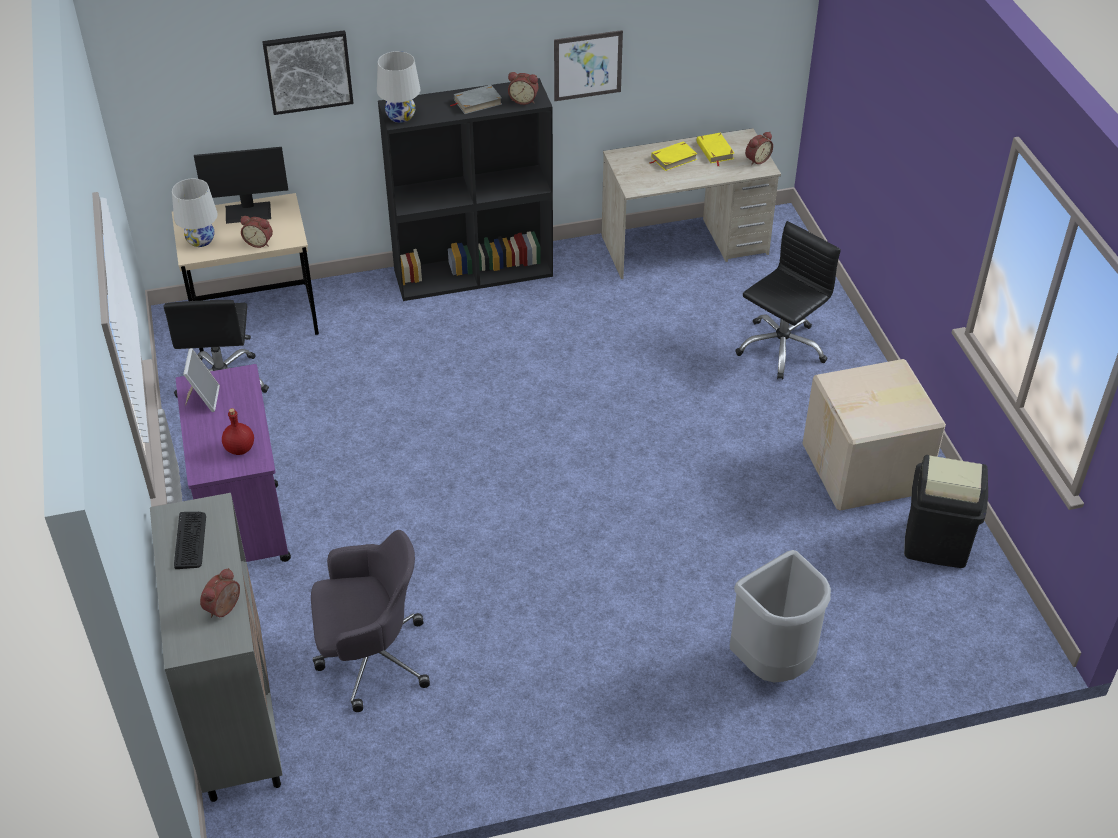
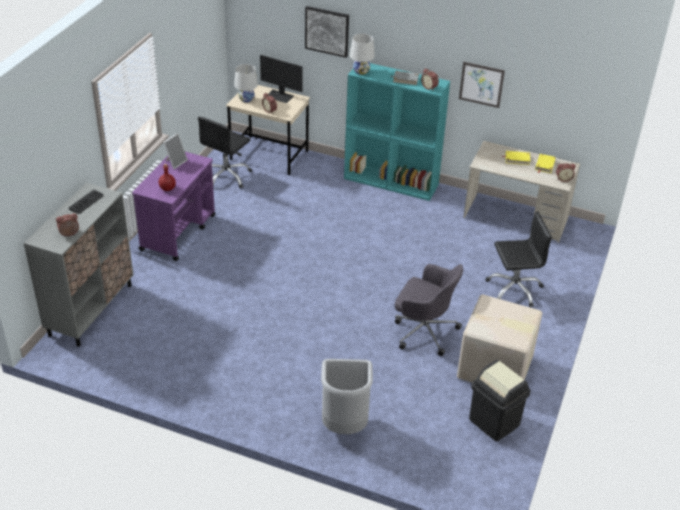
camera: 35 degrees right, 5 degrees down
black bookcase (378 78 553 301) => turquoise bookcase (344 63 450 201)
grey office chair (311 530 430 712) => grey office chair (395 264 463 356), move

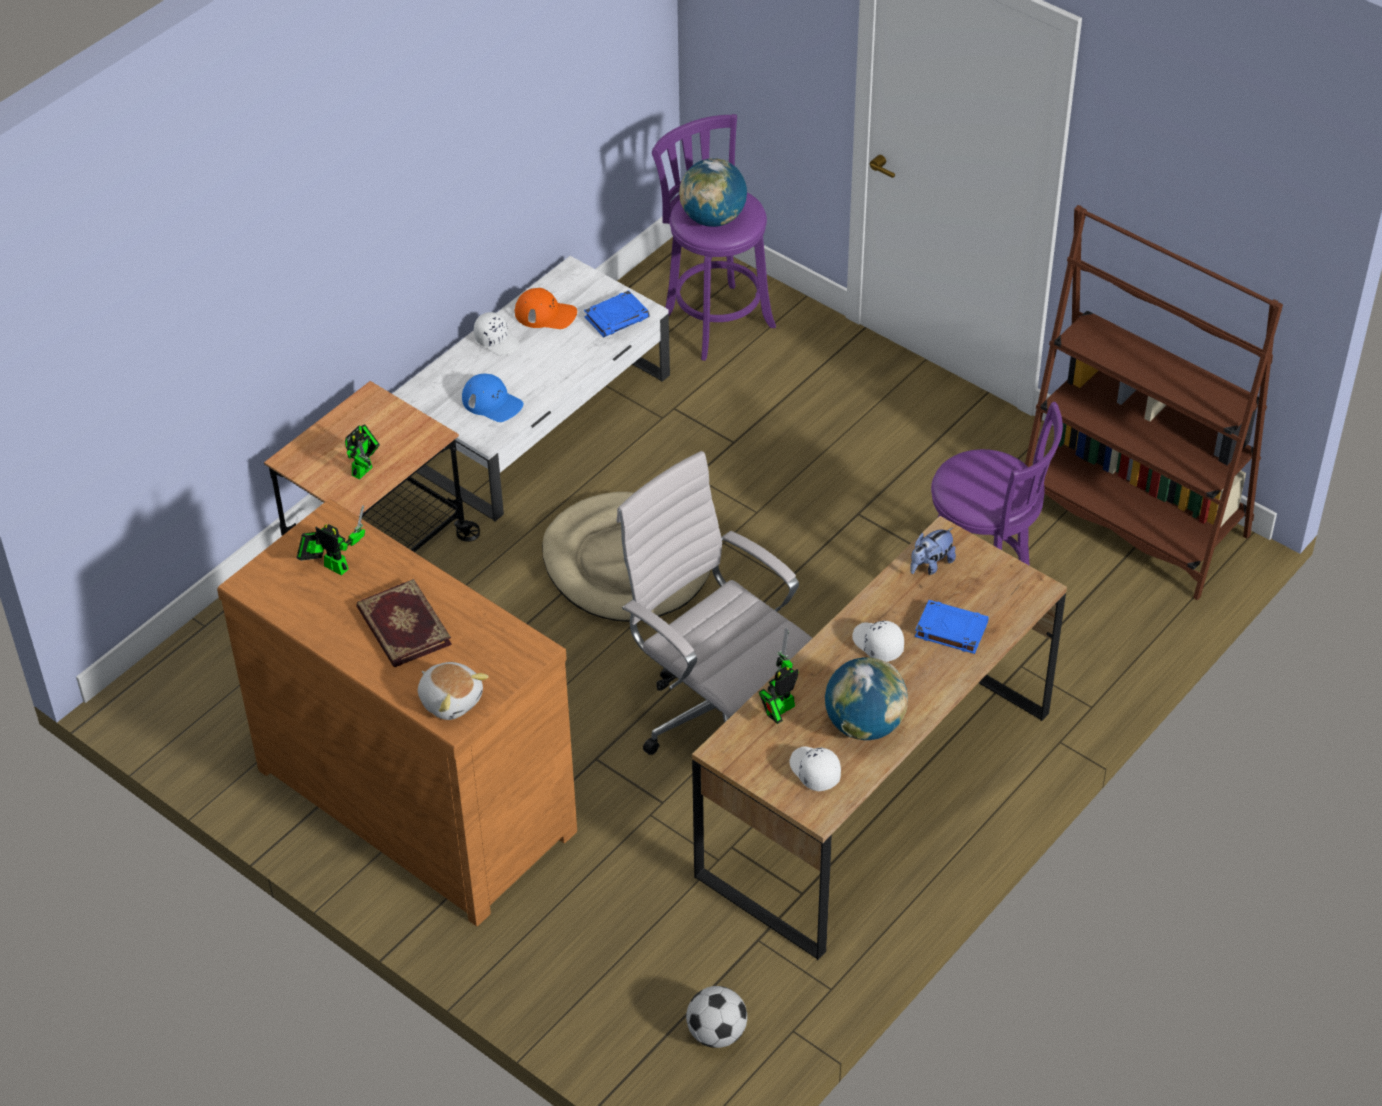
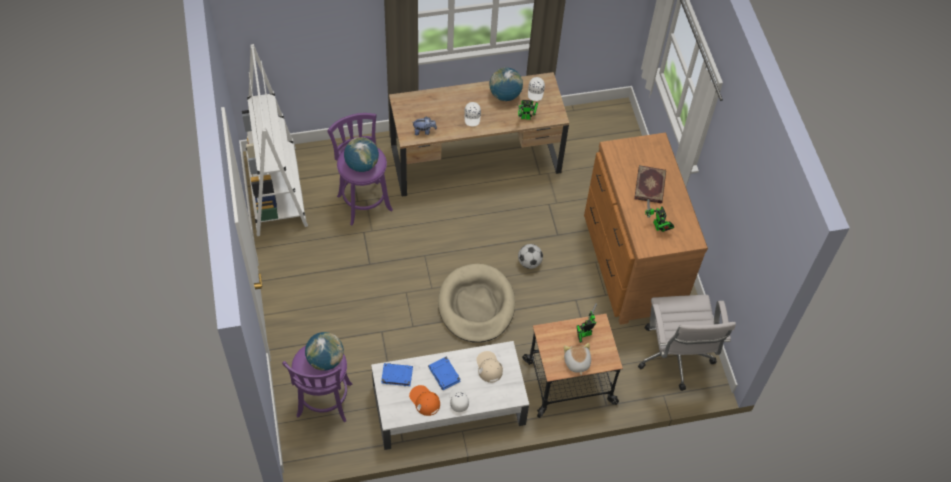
camera: 145 degrees left, 10 degrees up
brown bookcase (1025 205 1283 600) => white bookcase (242 44 308 236)
blue cap (462 373 524 422) => beige cap (476 351 503 383)
white office chair (616 451 812 755) => white office chair (638 295 736 391), move
blue book (915 600 989 654) => blue book (428 356 461 390), move
plush toy (418 662 489 720) => plush toy (564 343 591 376), move
football (686 986 747 1048) => football (518 244 543 269), move
nothing => globe (344 137 379 172)

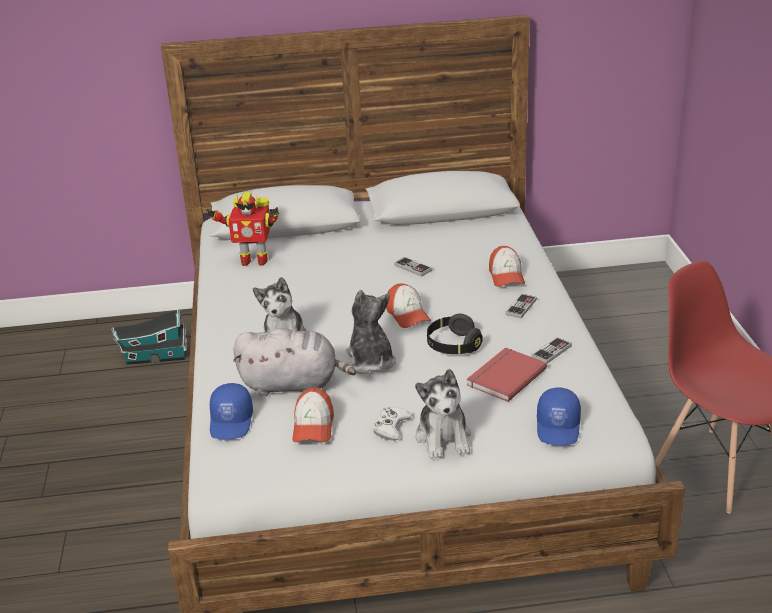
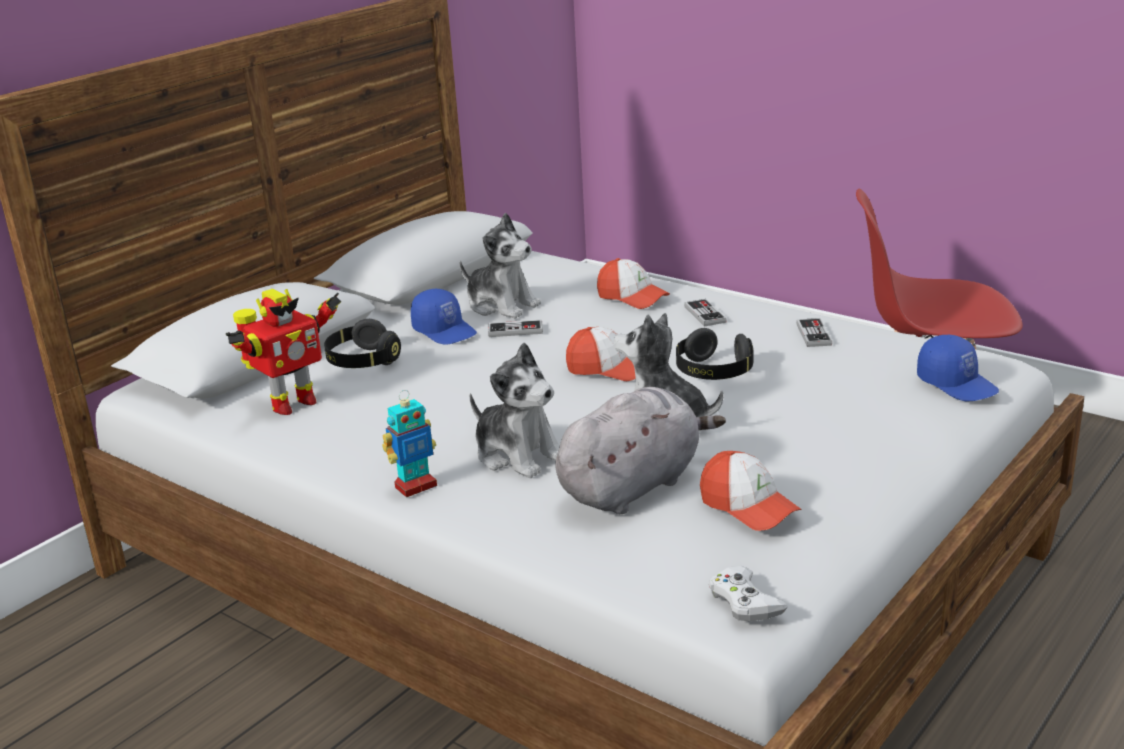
camera: 45 degrees left, 5 degrees down
toy house (111 309 187 365) => nothing
red book (466 347 547 402) => nothing
plush toy (415 369 471 459) => plush toy (459 213 541 319), move
blue cap (210 383 253 440) => blue cap (411 289 477 345), move
white game controller (372 407 412 441) => white game controller (709 566 788 621), move
nothing => black headphones (324 319 401 368)
nothing => toy robot (382 390 437 497)

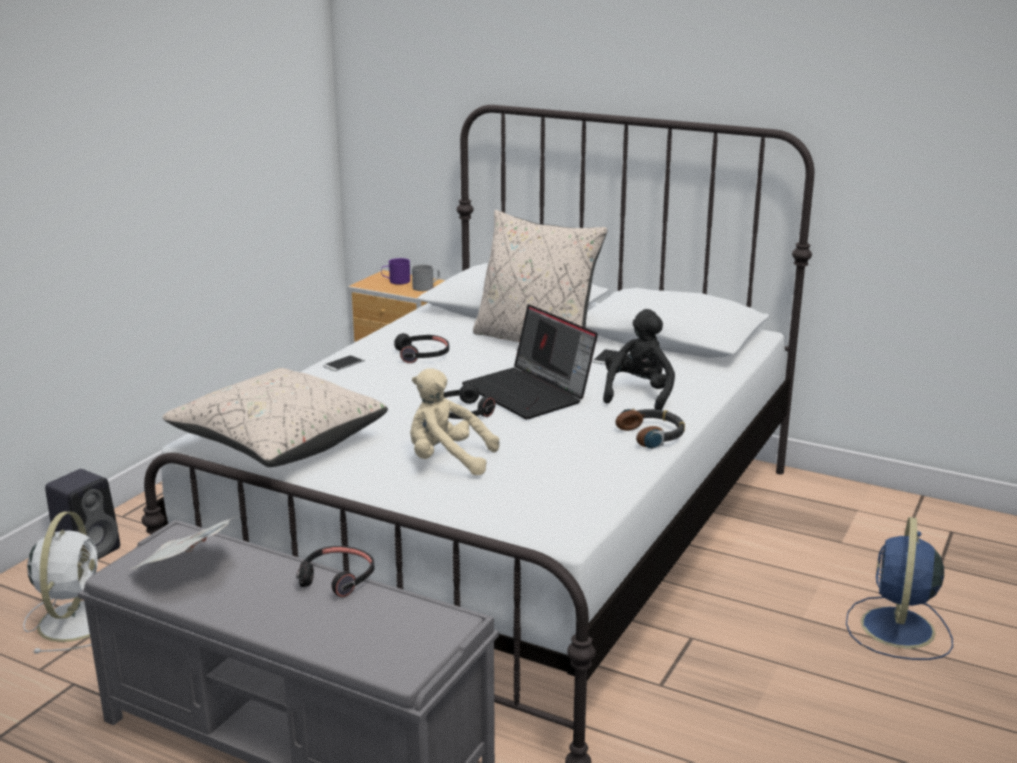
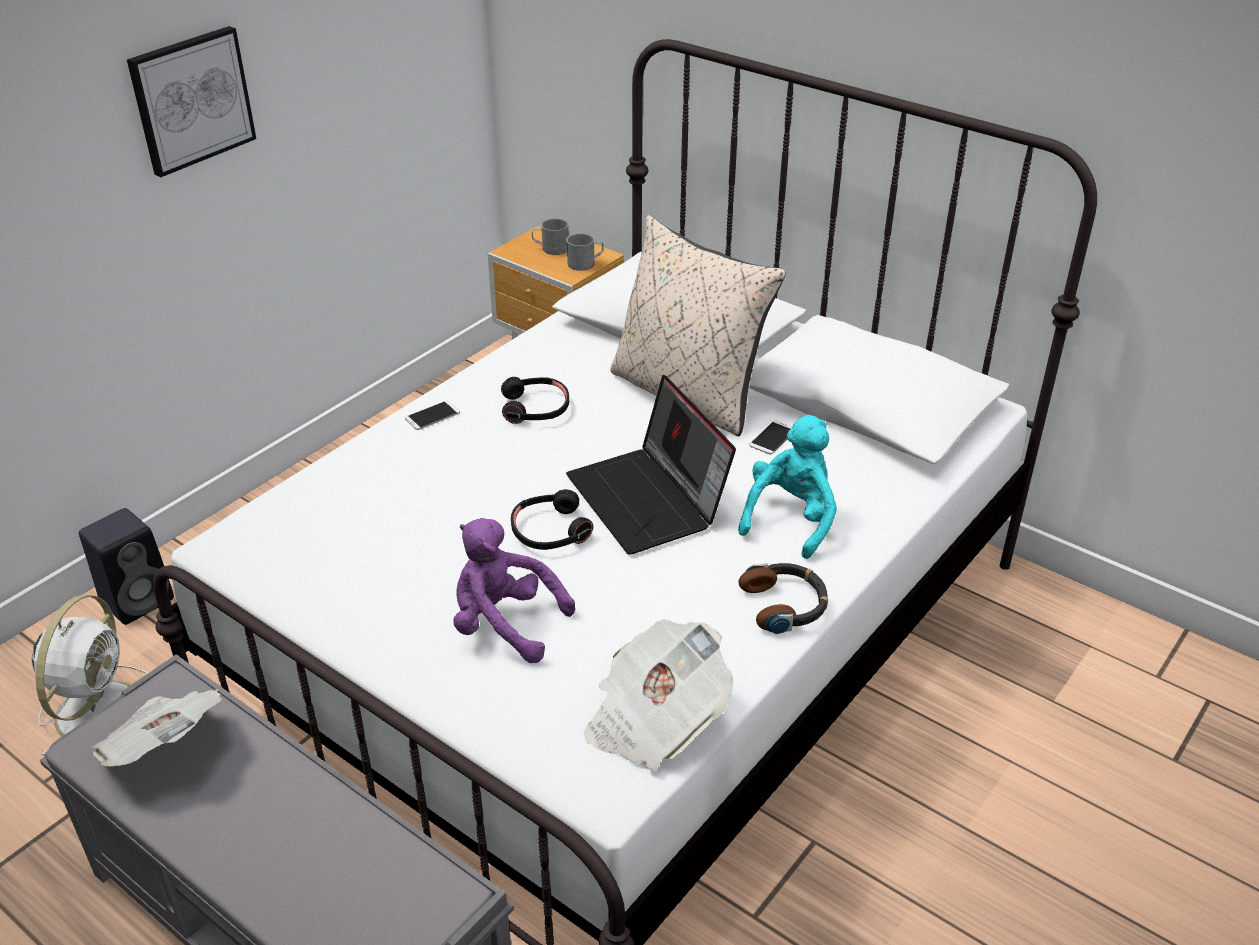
camera: 10 degrees right, 15 degrees up
purple mug (381 258 410 285) => grey mug (532 218 569 255)
black plush toy (603 309 675 410) => turquoise plush toy (738 415 837 559)
beige pillow (162 368 388 467) => nothing
beige plush toy (410 368 499 475) => purple plush toy (453 518 575 663)
blue fan (846 517 953 660) => nothing
black headphones (296 546 374 597) => nothing
nothing => picture (127 26 256 177)
nothing => newspaper (584 619 733 771)

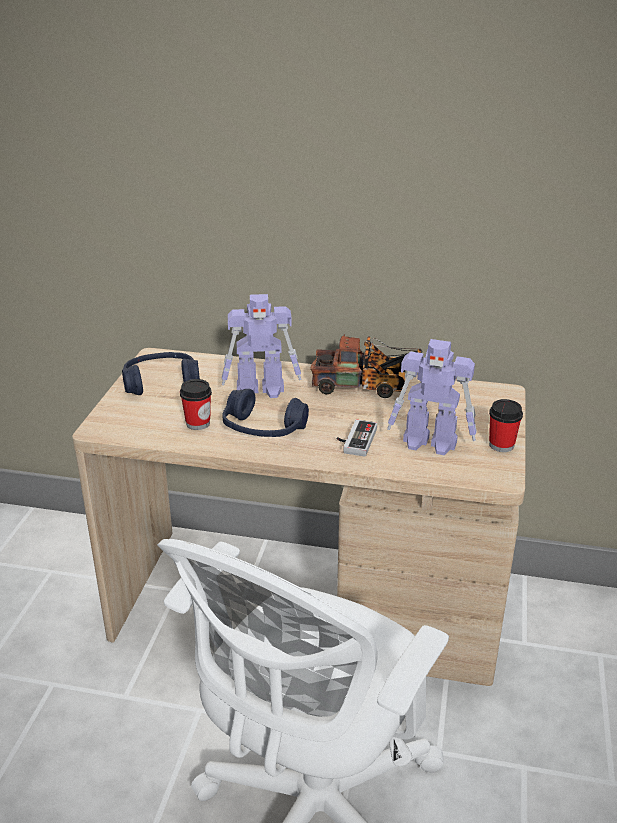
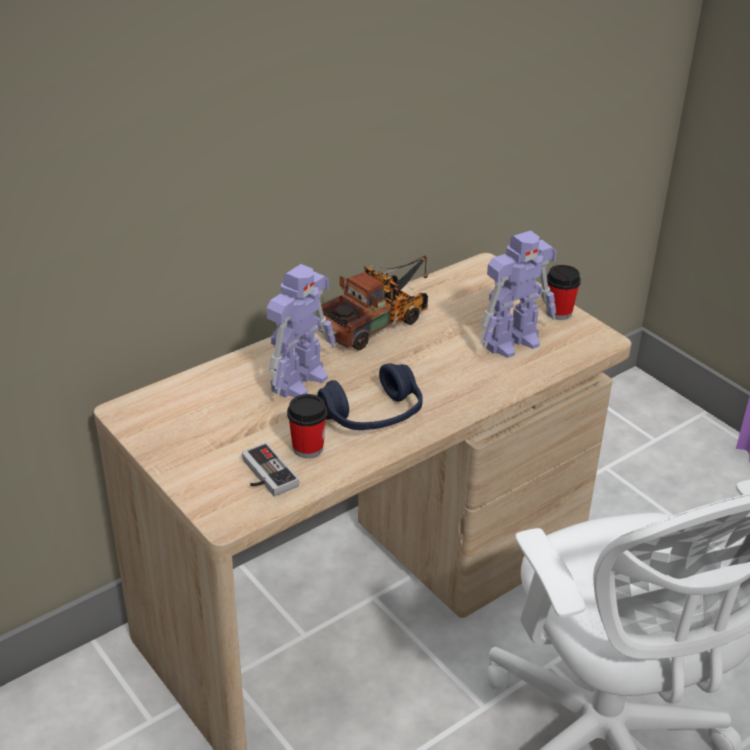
camera: 50 degrees left, 5 degrees up
blue headphones (122 352 200 395) => nothing
game controller (337 419 377 457) => game controller (242 443 299 497), move

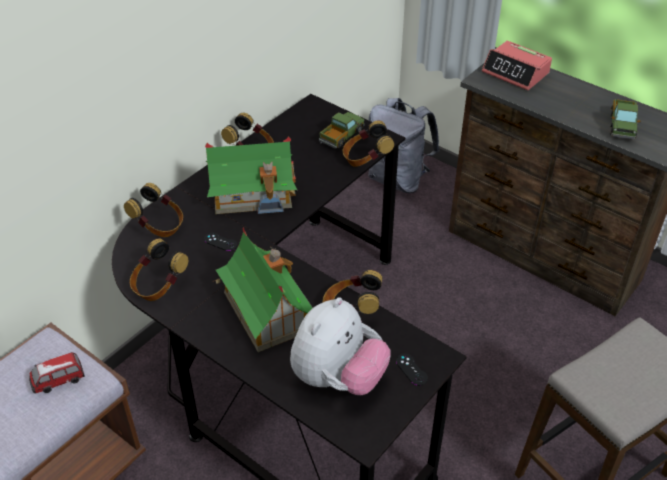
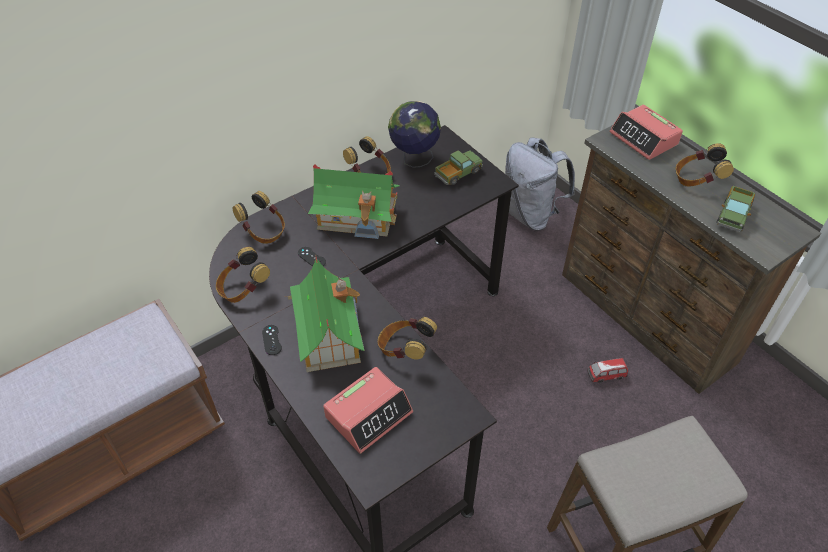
camera: 15 degrees right, 5 degrees up
headphones (343 120 394 167) => headphones (675 143 734 187), move
plush toy (290 297 391 395) => alarm clock (323 367 413 454)
toy car (29 352 85 393) => toy car (587 358 628 383), move
black game controller (396 353 428 386) => black game controller (262 325 282 355), move
nothing => globe (388 101 441 168)

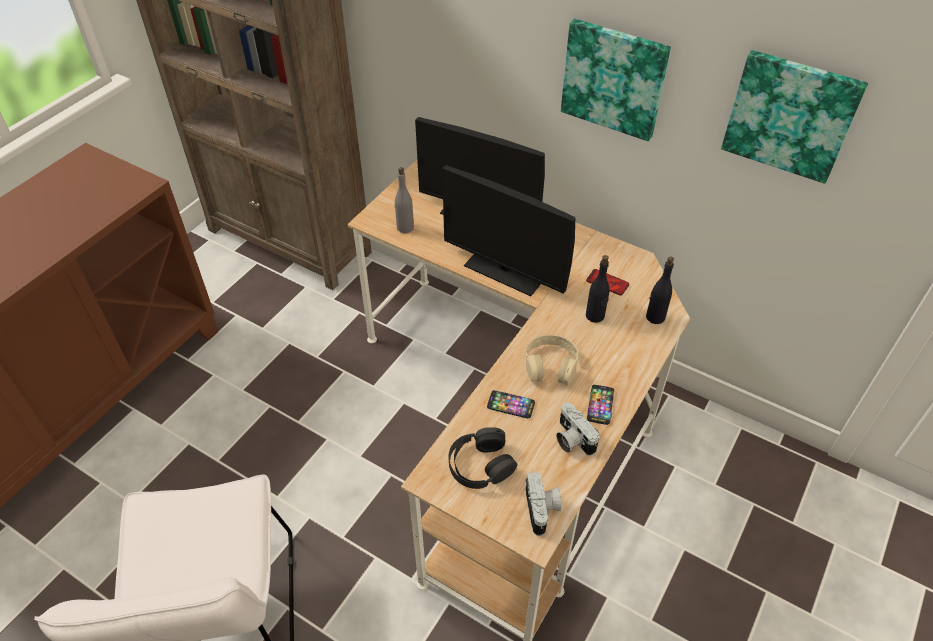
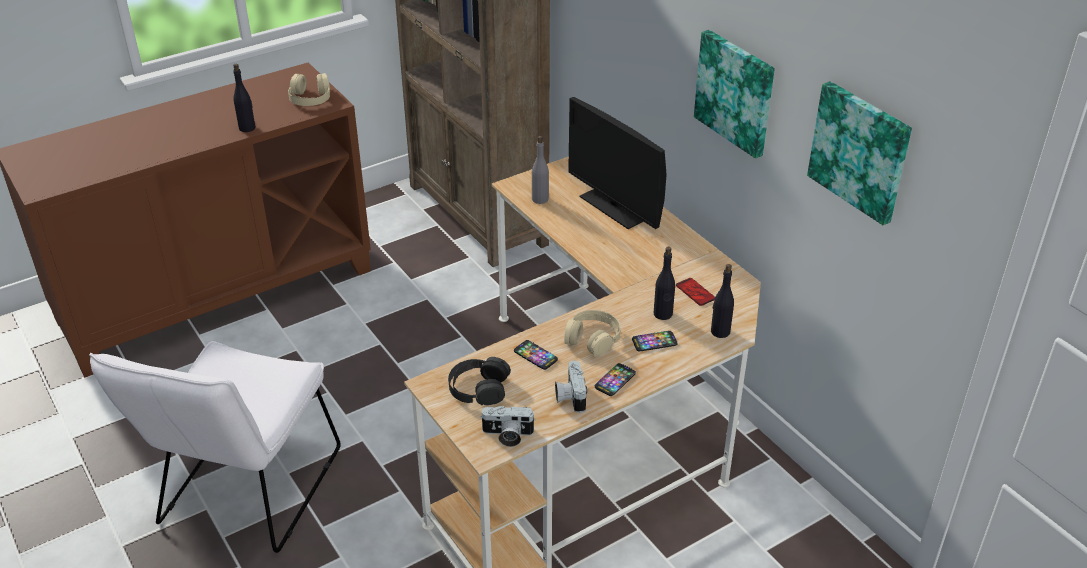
camera: 25 degrees right, 10 degrees down
monitor (442 165 575 296) => nothing
photo camera (526 472 561 536) => photo camera (480 406 536 447), 75 degrees clockwise
nothing => black bottle (233 64 255 132)
nothing => beige headphones (288 73 330 106)
nothing => phone (632 331 678 351)

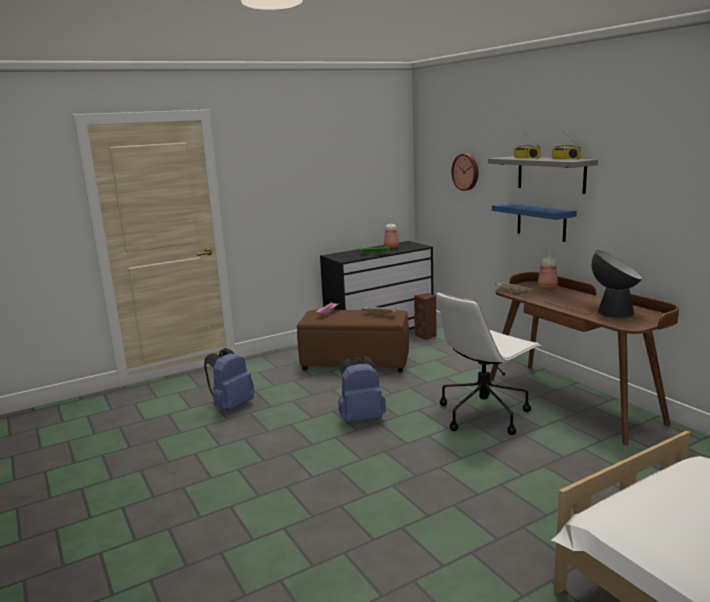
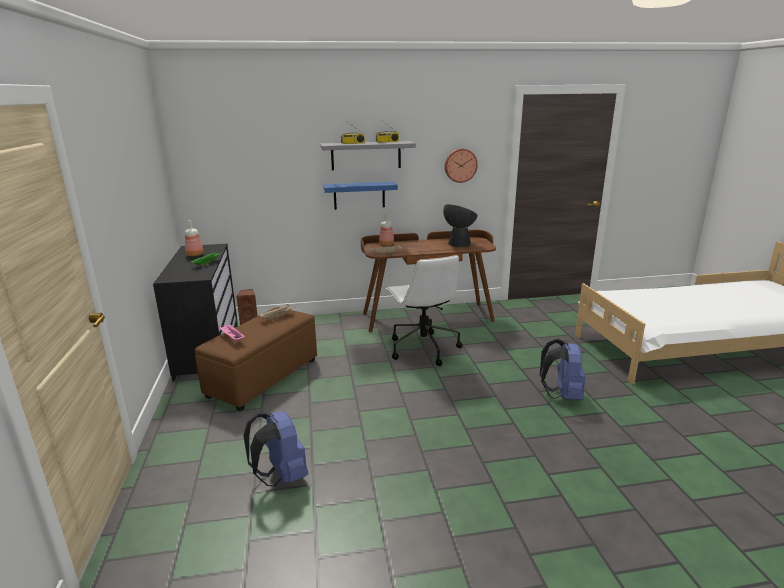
camera: 70 degrees left, 5 degrees up
wall clock (451 154 478 191) => wall clock (445 148 478 183), move
blue backpack (338 357 386 422) => blue backpack (540 339 586 401), move

